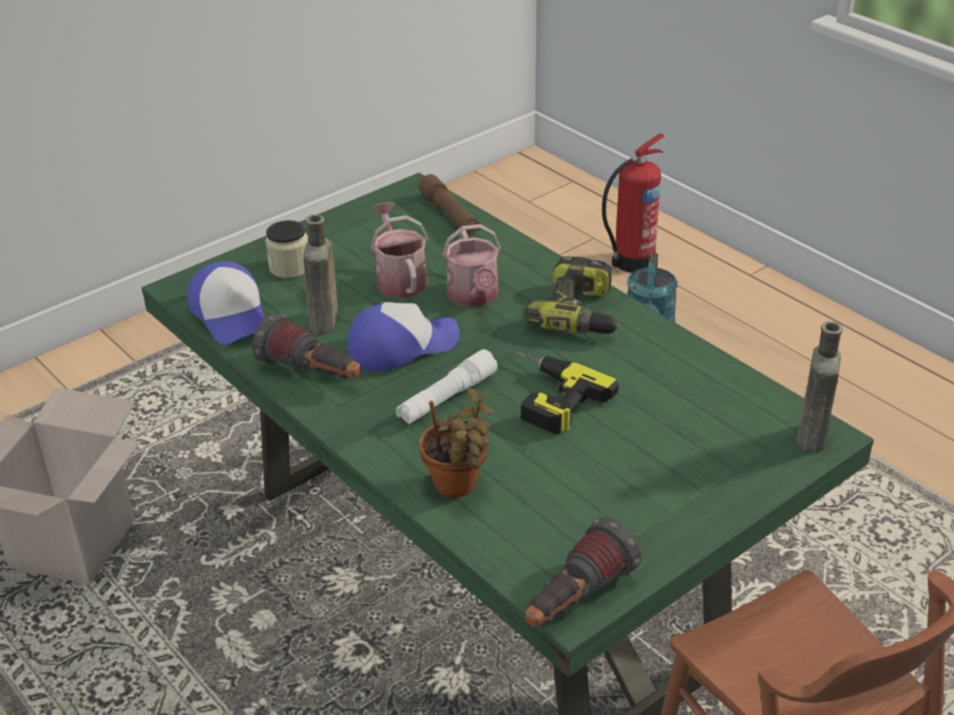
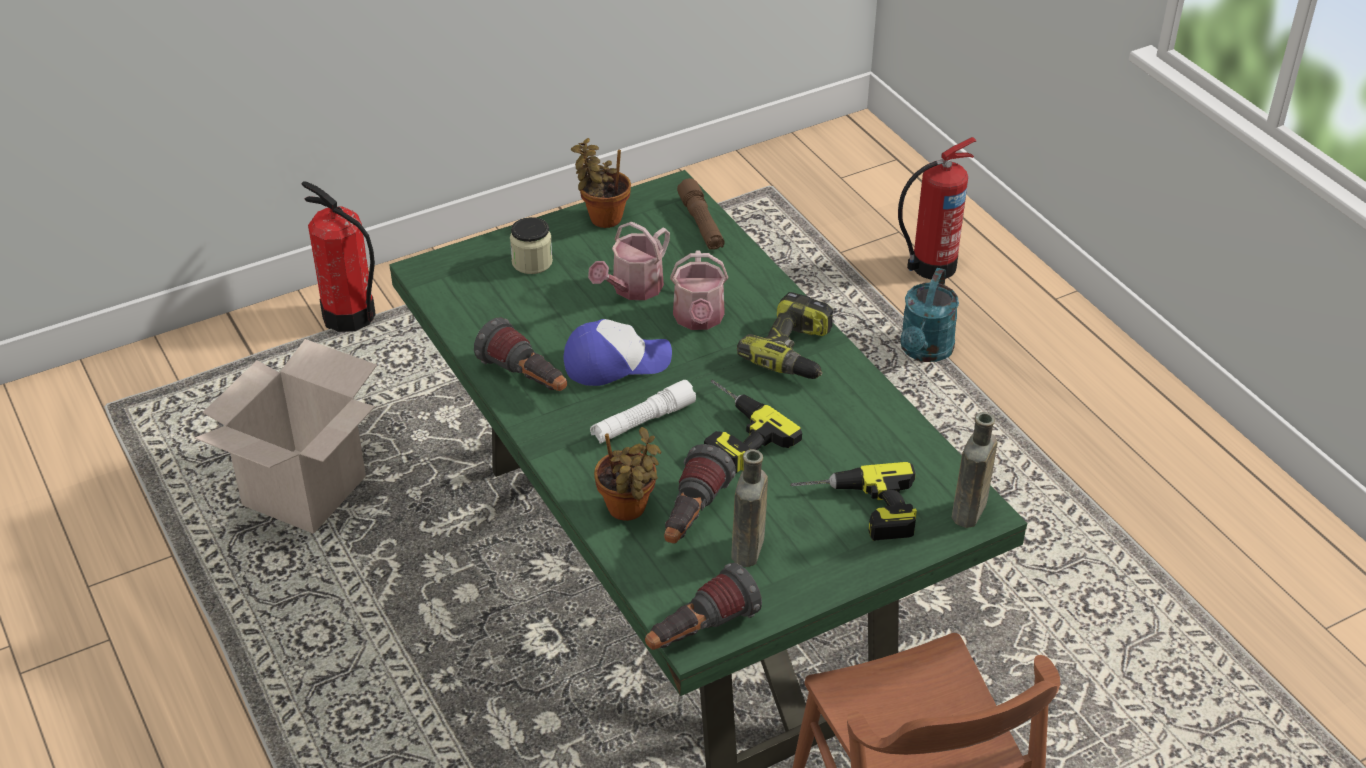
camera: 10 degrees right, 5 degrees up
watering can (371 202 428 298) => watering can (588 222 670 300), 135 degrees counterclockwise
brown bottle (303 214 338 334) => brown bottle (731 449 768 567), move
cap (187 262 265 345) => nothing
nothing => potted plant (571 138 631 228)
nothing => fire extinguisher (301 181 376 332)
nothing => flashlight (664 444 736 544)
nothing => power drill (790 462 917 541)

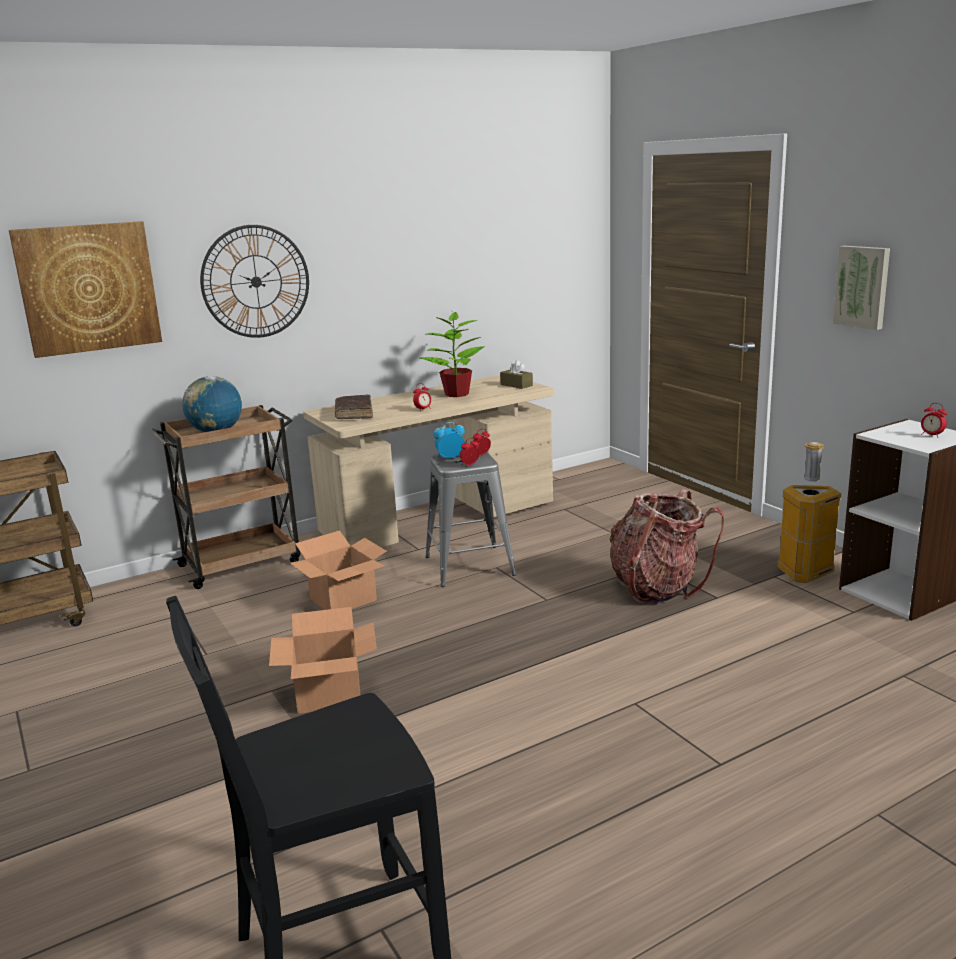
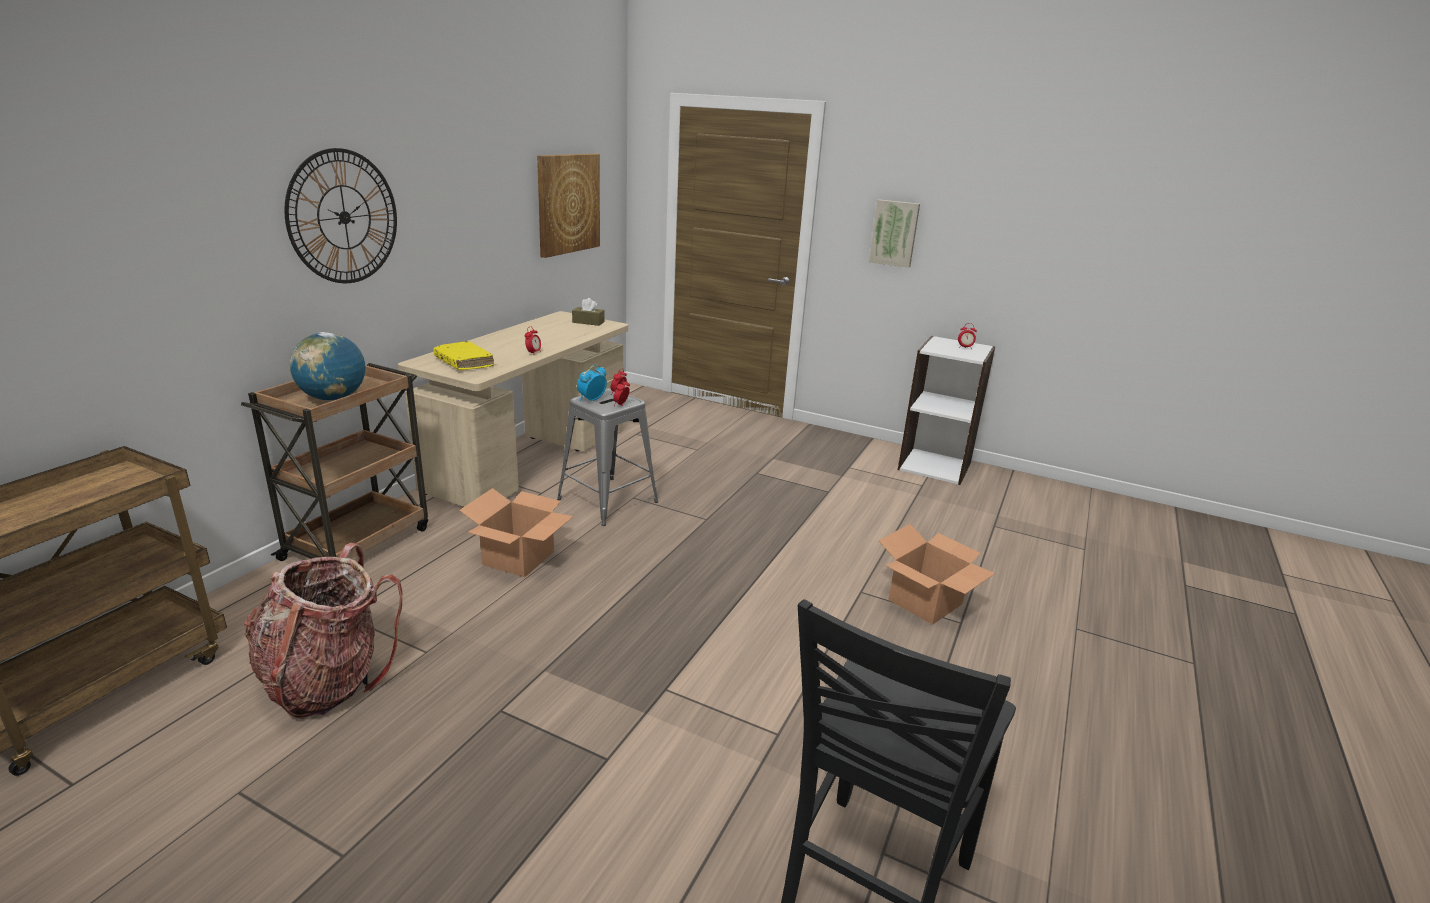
camera: 35 degrees left, 5 degrees up
picture (9 221 162 358) => picture (537 154 600 258), move
potted plant (420 311 485 397) => nothing
brown book (335 395 373 419) => yellow book (434 341 494 370)
trash can (778 442 841 583) => nothing
backpack (609 489 724 604) => backpack (244 543 402 719), move
cardboard box (269 607 377 714) => cardboard box (878 524 995 625), move

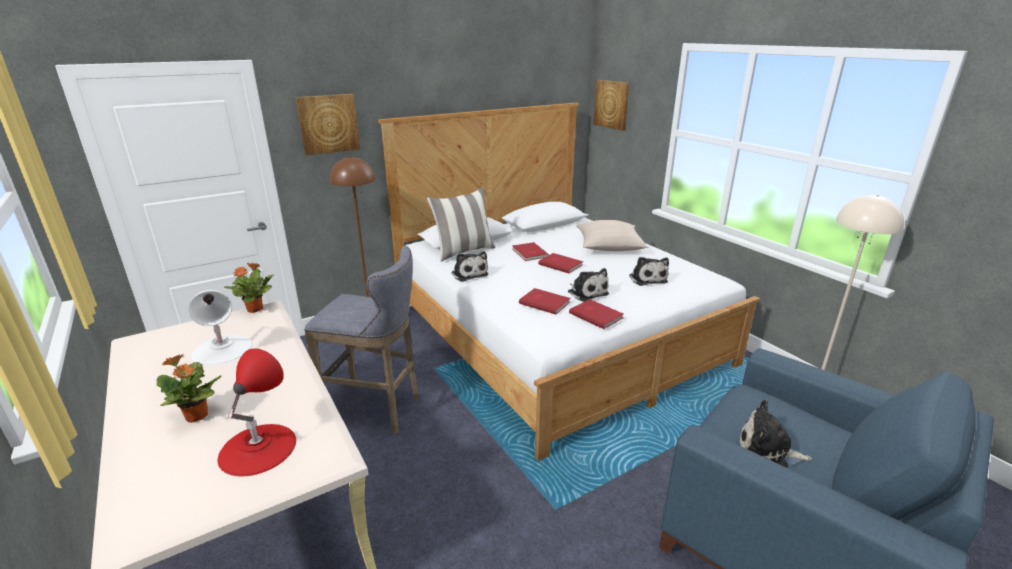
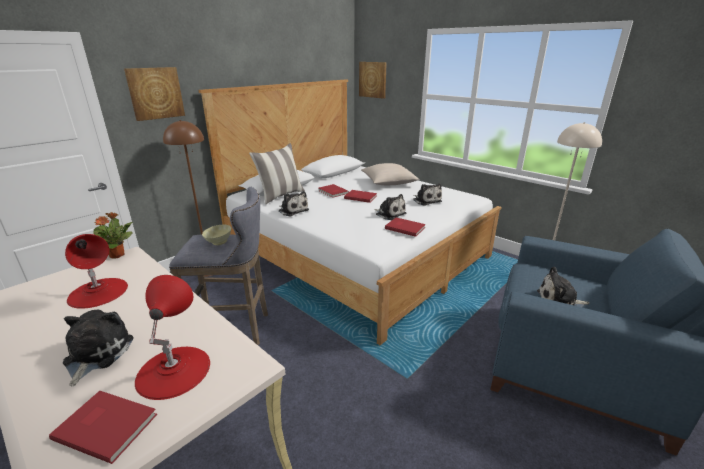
camera: 15 degrees left, 0 degrees up
red book (519 288 571 314) => red book (49 391 157 464), move
white table lamp (188 290 253 366) => red table lamp (65 234 128 309)
potted plant (157 354 221 423) => plush toy (63 309 133 386)
nothing => beige bowl (202 225 231 245)

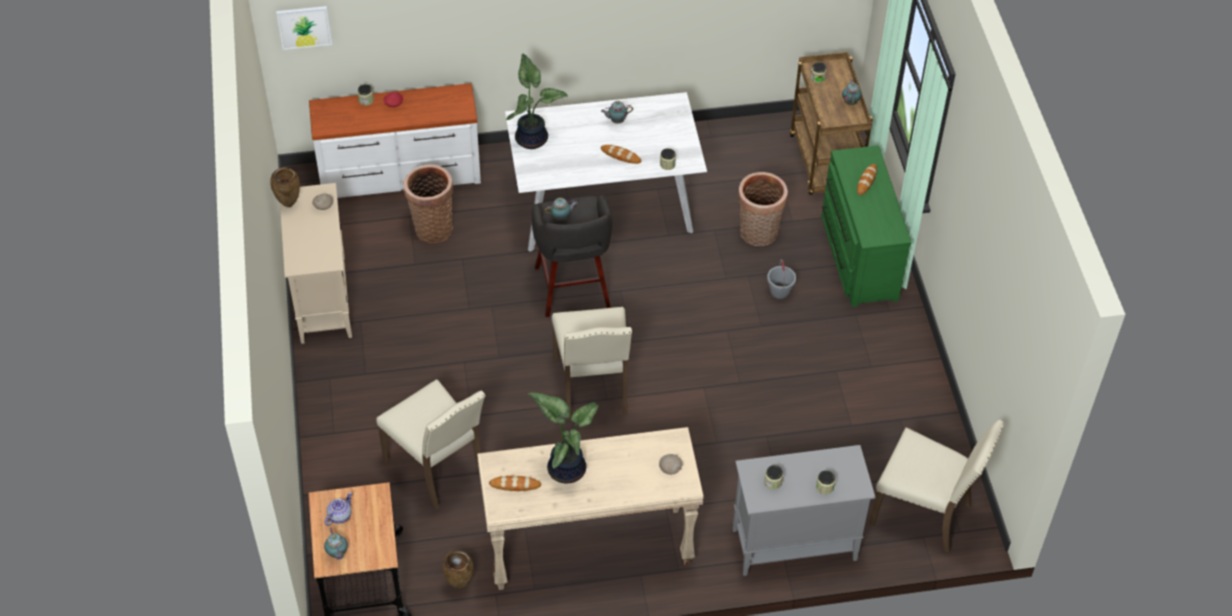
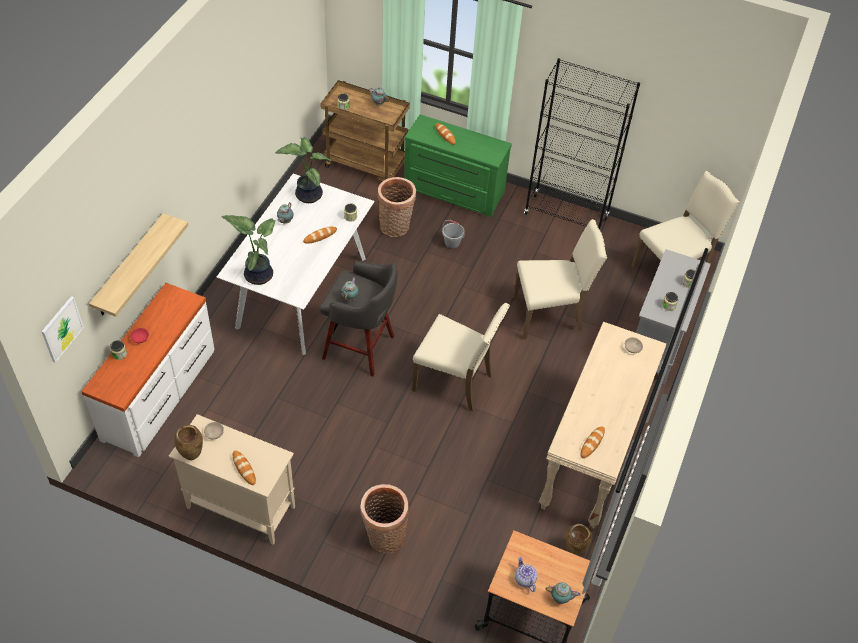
camera: 60 degrees left, 0 degrees up
basket (404 164 453 243) => basket (360 484 409 554), move
beige chair (376 379 485 509) => beige chair (513 219 607 340), move
potted plant (528 392 599 484) => potted plant (275 137 332 203), move
nothing => black bookcase (524 58 640 229)
nothing => shelf (89 213 189 317)
nothing => bread (233 450 256 485)

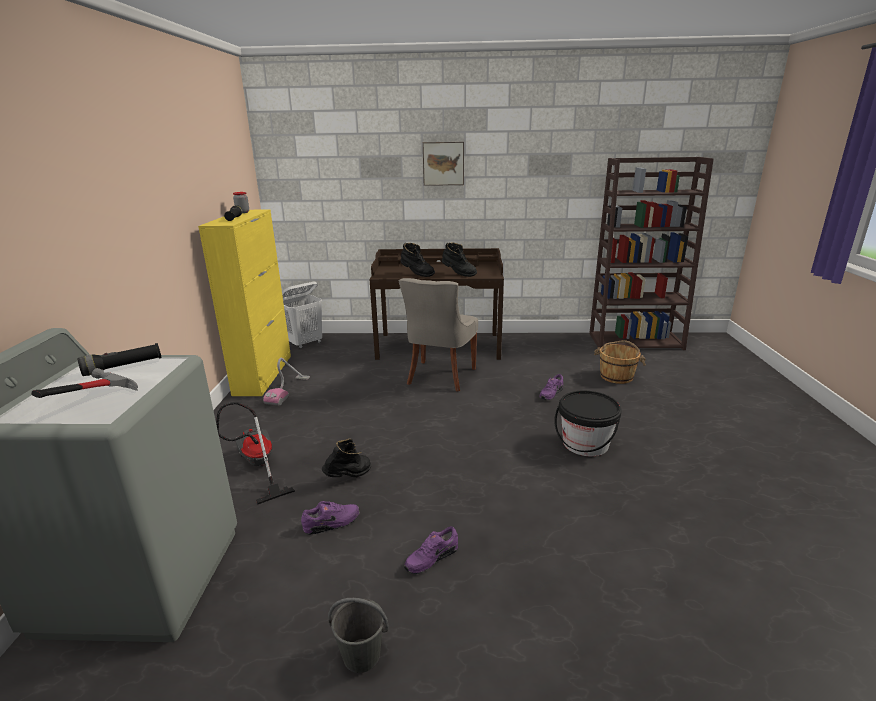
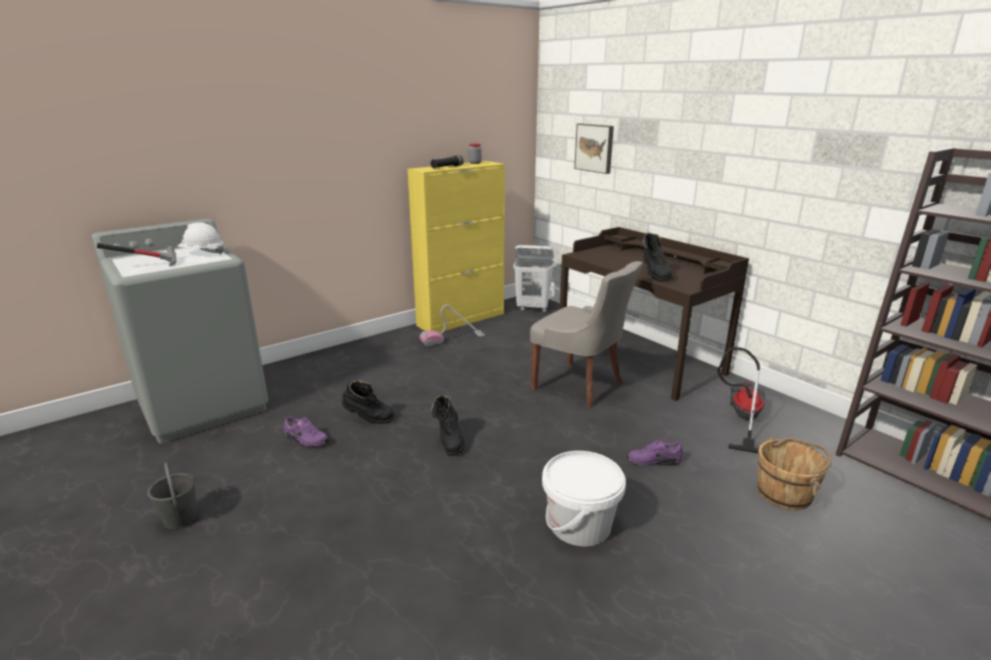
camera: 50 degrees right, 0 degrees up
picture (423 142 464 186) => picture (574 123 614 174), move
black boot (401 243 435 277) => black boot (431 394 464 456), move
grey chair (399 278 478 391) => grey chair (530 261 643 408), 120 degrees counterclockwise
black flashlight (77 343 161 376) => white hard hat (178 222 224 255)
black bucket (554 391 621 456) => white bucket (542 451 626 546)
vacuum cleaner (216 402 295 505) => vacuum cleaner (717 347 765 454), move
purple shoe (404 526 458 574) => nothing

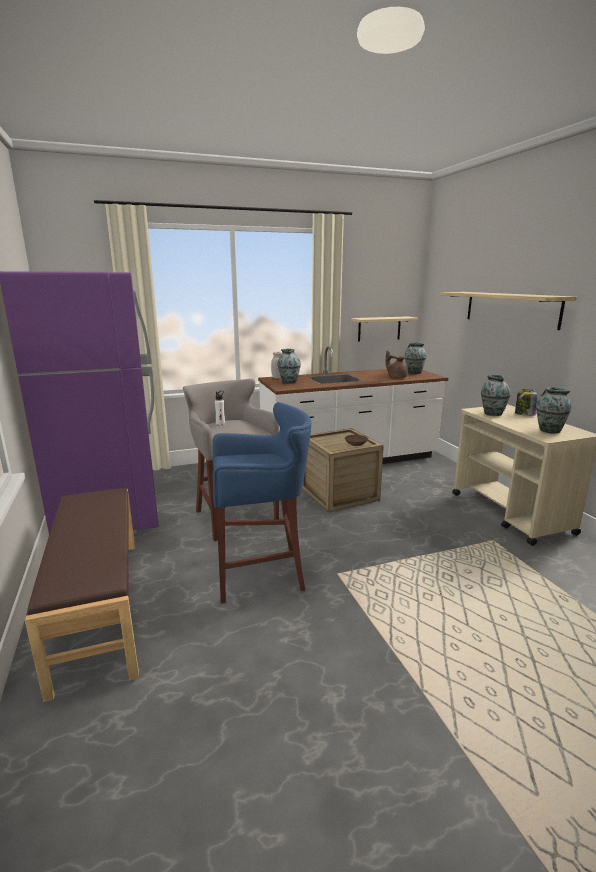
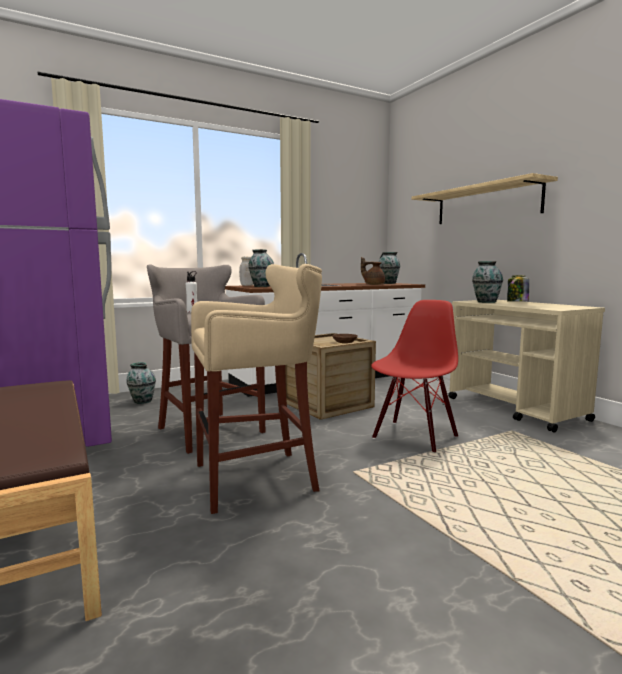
camera: 10 degrees left, 10 degrees down
beige shelf (351 316 418 341) => nothing
vase (536 387 571 434) => vase (126 362 156 404), move
blue stool (212 402 311 604) => beige stool (191 264 322 514)
nothing => red chair (371 300 458 452)

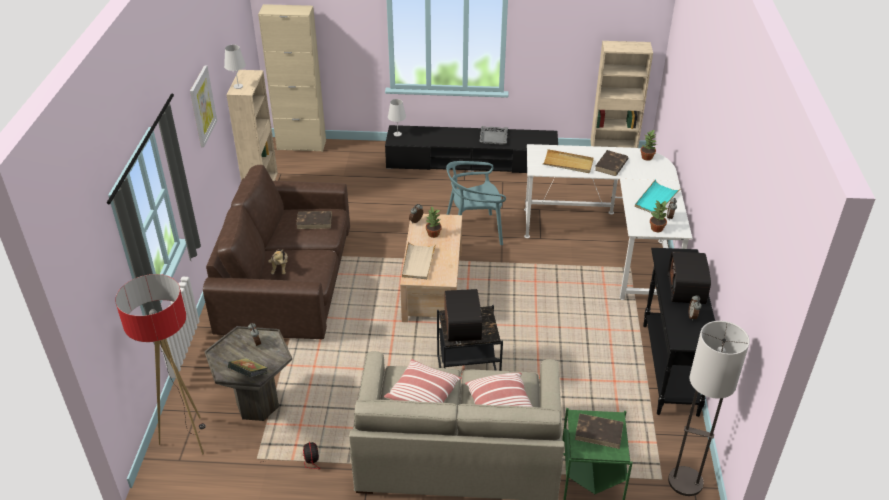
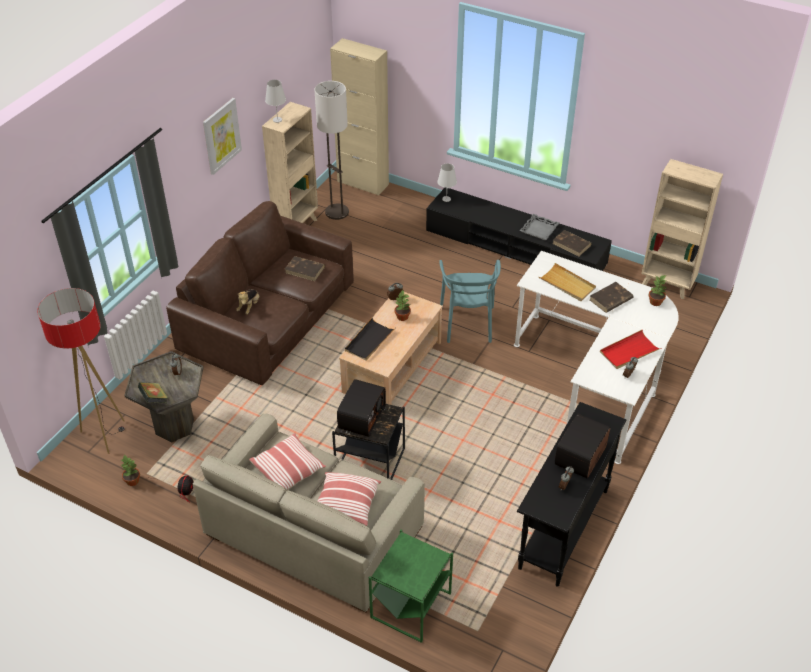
camera: 25 degrees right, 5 degrees up
turquoise chair (446 161 506 245) => turquoise chair (439 260 501 343), 105 degrees counterclockwise
turquoise tray (635 179 679 213) => red tray (600 330 661 369)
potted plant (650 201 668 232) => potted plant (121 455 140 486), move
beige tray (402 241 436 279) => black tray (345 318 396 361)
floor lamp (668 321 750 496) => floor lamp (314 81 349 220), move
brown book (575 413 624 449) => brown book (553 230 592 256), move

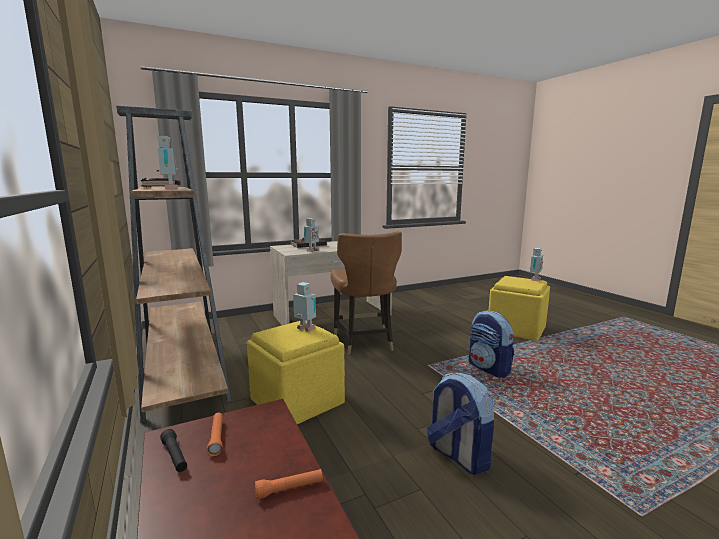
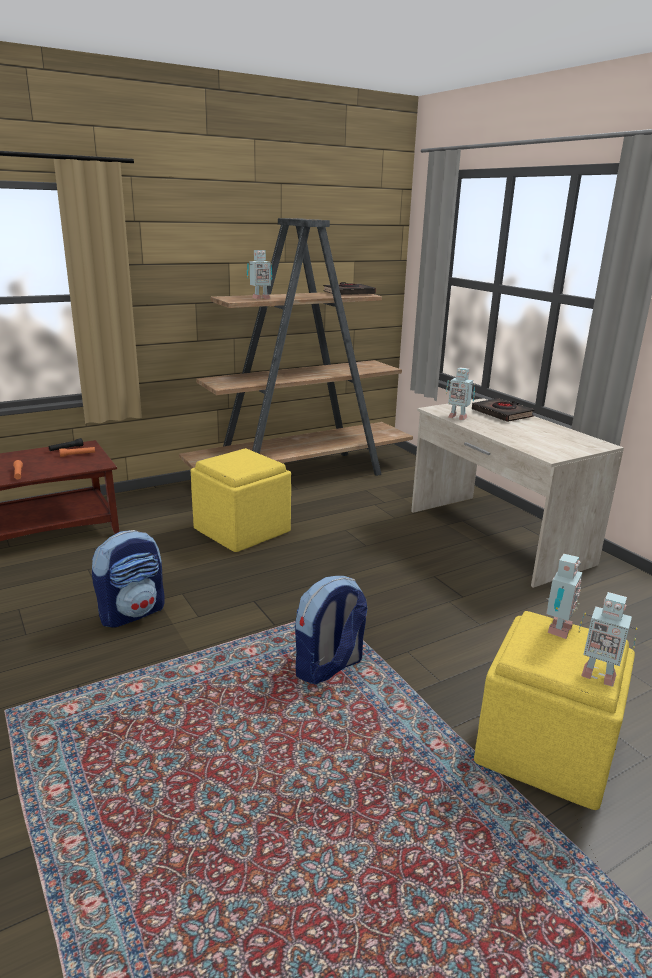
camera: 85 degrees right, 10 degrees up
brown chair (330 231 402 355) => nothing
toy robot (293 282 316 332) => toy robot (546 554 583 639), move

